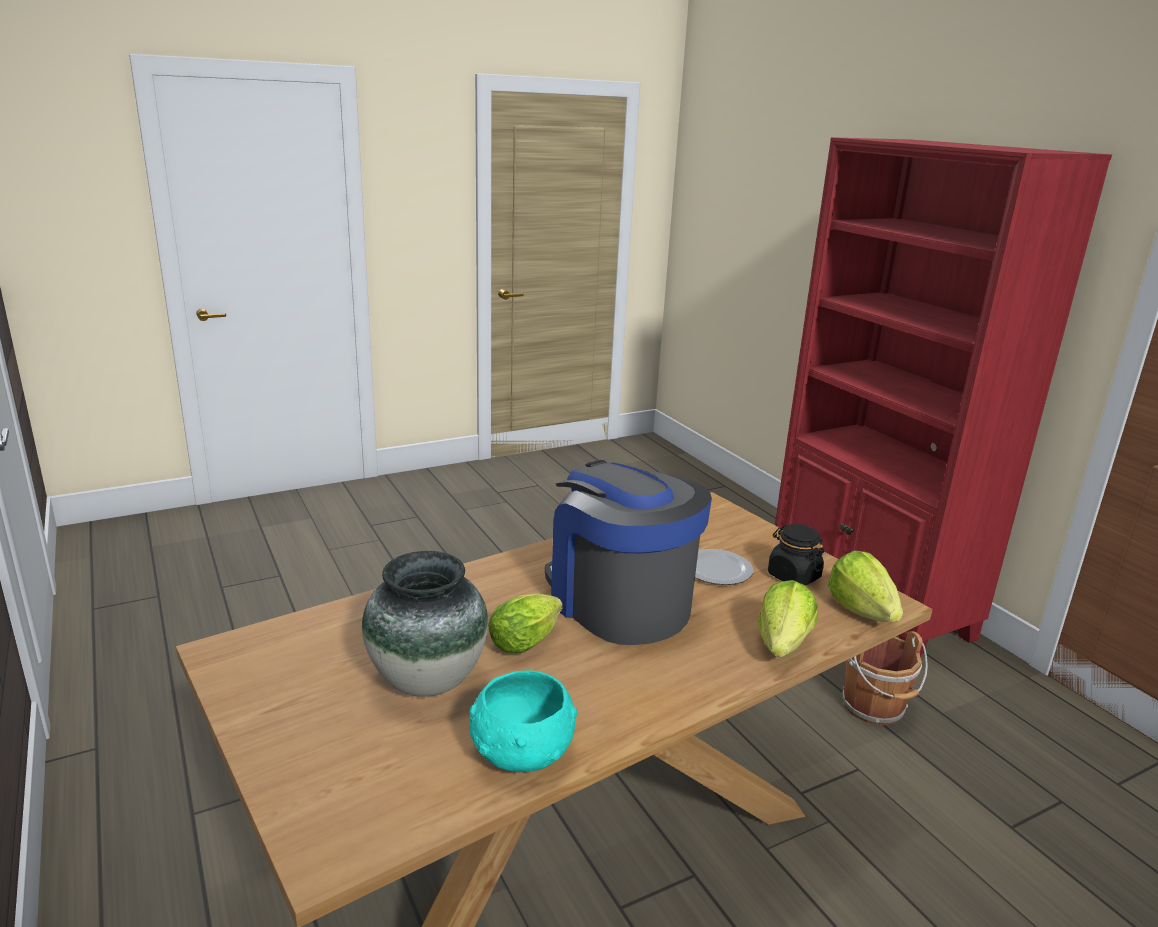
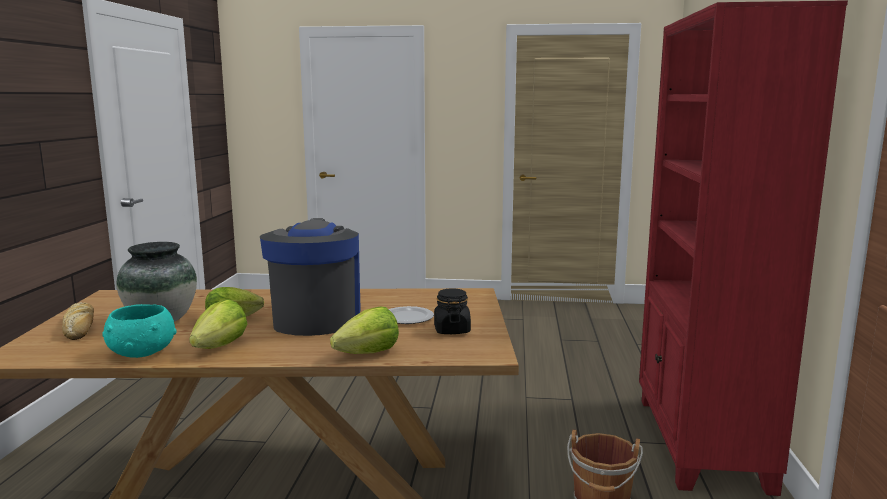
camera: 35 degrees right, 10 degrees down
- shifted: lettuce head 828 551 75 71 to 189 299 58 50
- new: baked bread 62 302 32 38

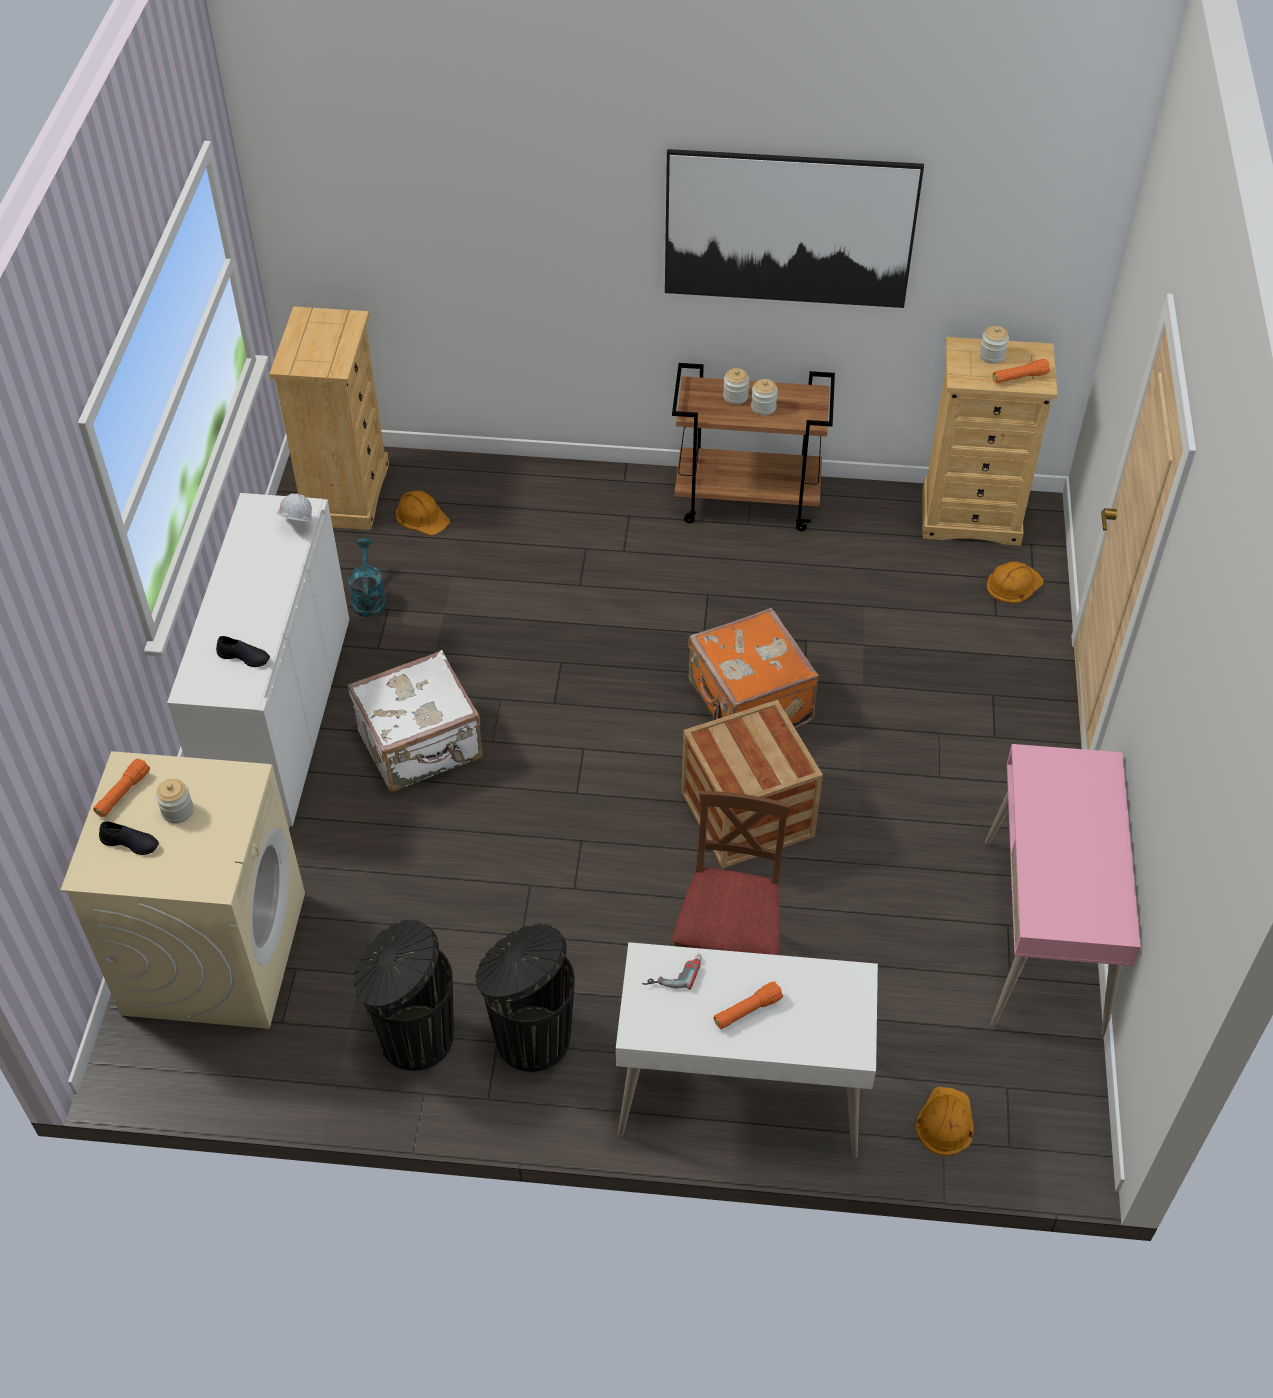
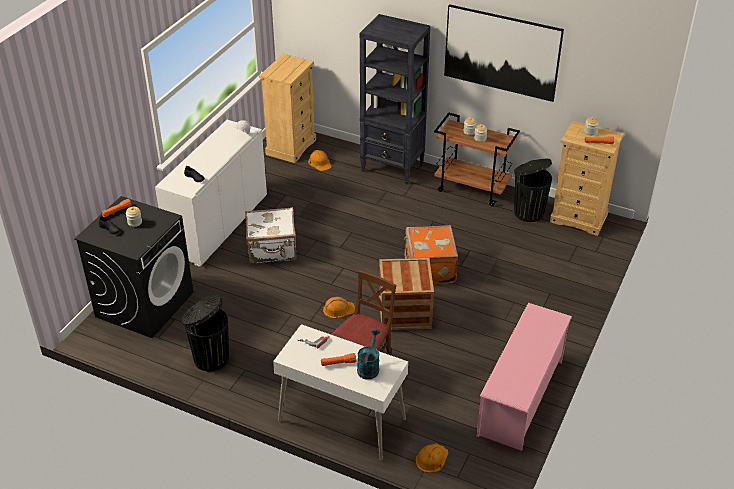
camera: 20 degrees right, 10 degrees down
- shifted: turquoise sprinkling can 348 538 38 79 to 357 329 23 51
- shifted: orange work helmet 987 562 57 41 to 323 297 32 22
- swapped: pinkish desk 985 744 156 293 to pinkish shoe shelf 477 303 95 148
- repainted: beige laundry appliance 60 751 245 278 to blackish laundry appliance 74 196 120 142
- shifted: blackish rubbish bin 475 924 100 148 to 514 159 38 63
- new: blackish shelving unit 359 14 72 171

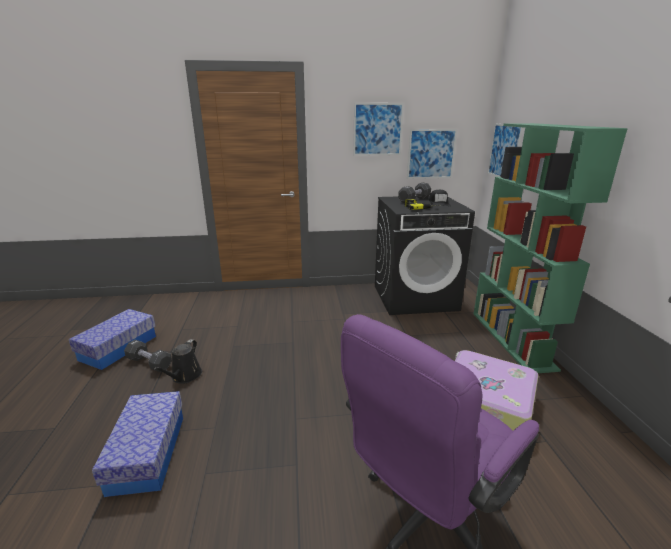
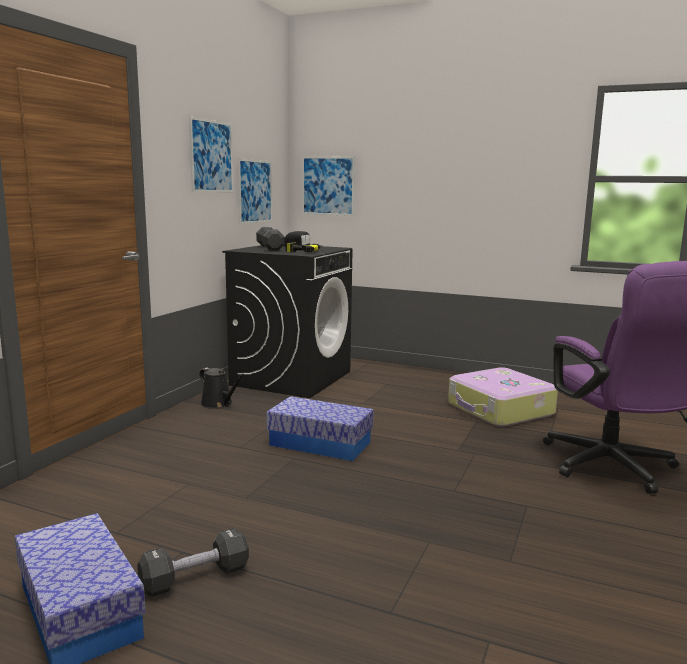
camera: 60 degrees left, 10 degrees down
- gone: greenish shelving unit 474 123 154 250
- shifted: blackish sprinkling can 153 340 49 44 to 199 368 46 41
- shifted: storage container 92 391 91 106 to 266 396 107 65

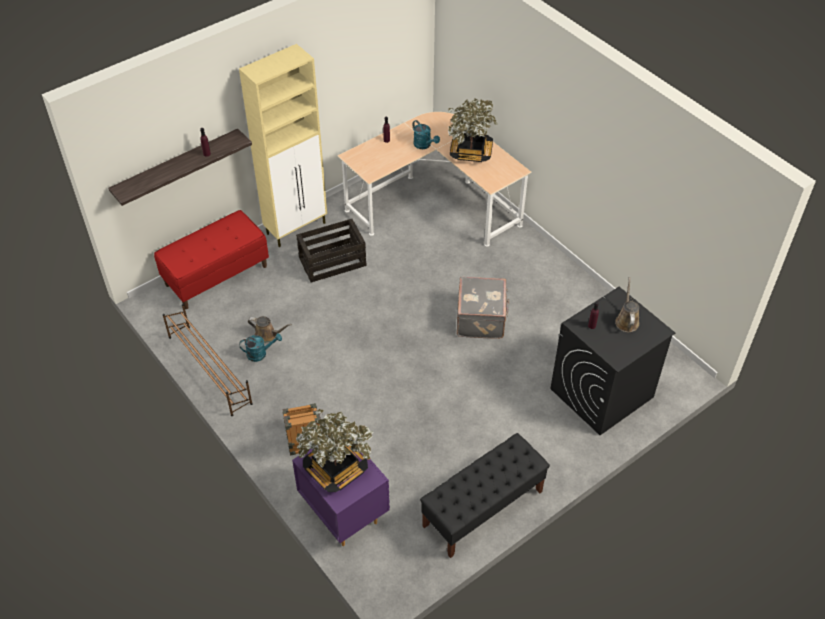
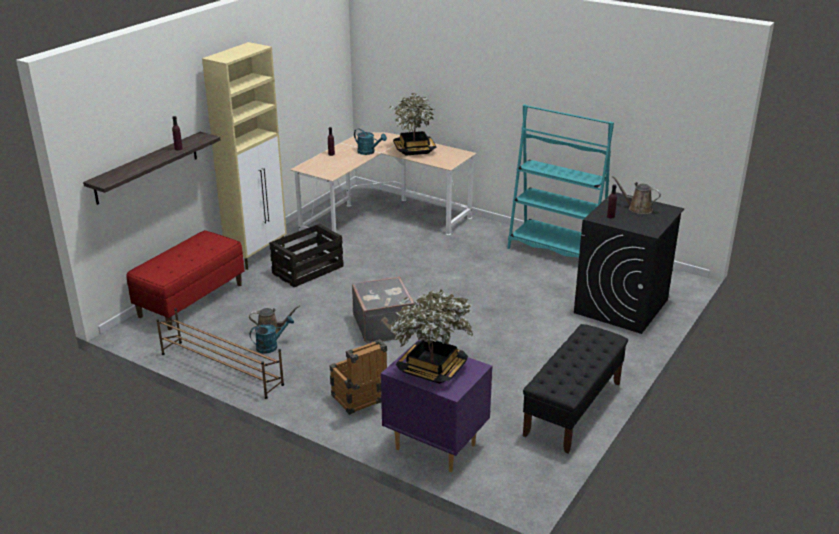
camera: 20 degrees left, 20 degrees down
- shifted: greyish travel case 457 276 52 63 to 352 277 63 66
- rotated: brown-coloured sprinkling can 615 277 24 55 = 611 176 50 38 45 degrees counterclockwise
- new: turquoise shelving unit 507 104 107 153

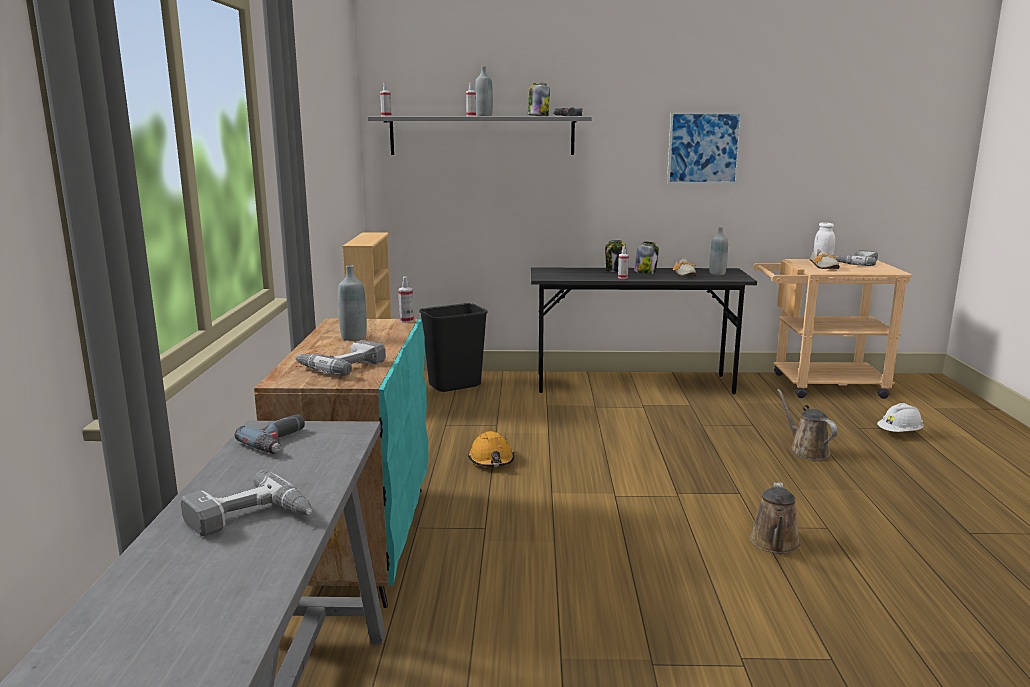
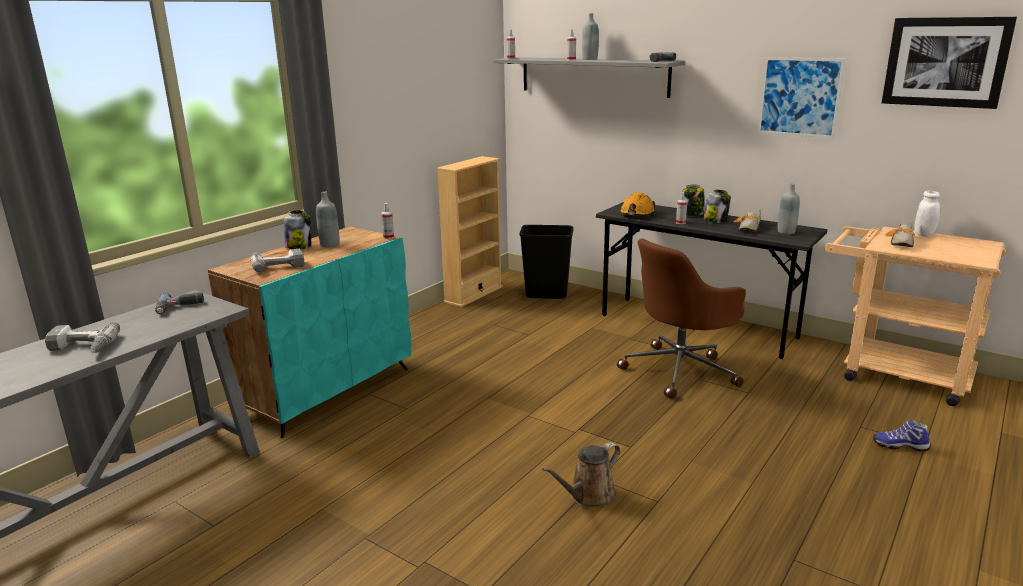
camera: 35 degrees right, 5 degrees up
- shifted: storage jar 528 83 22 33 to 284 210 27 39
- gone: drill 834 250 44 16
- gone: brown-coloured sprinkling can 777 389 61 71
- swapped: white-coloured work helmet 877 403 46 29 to shoe 873 419 58 32
- shifted: orange work helmet 468 431 46 36 to 619 192 37 24
- new: wall art 882 17 135 92
- new: brown-coloured computer chair 617 238 129 161

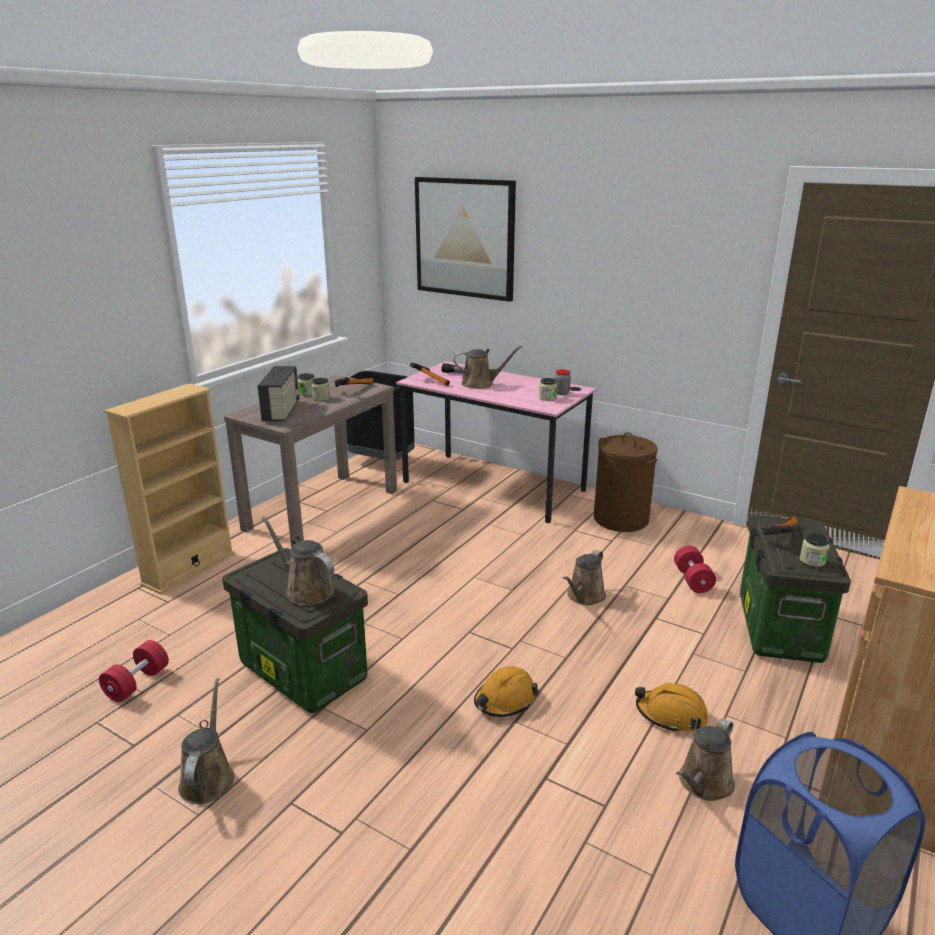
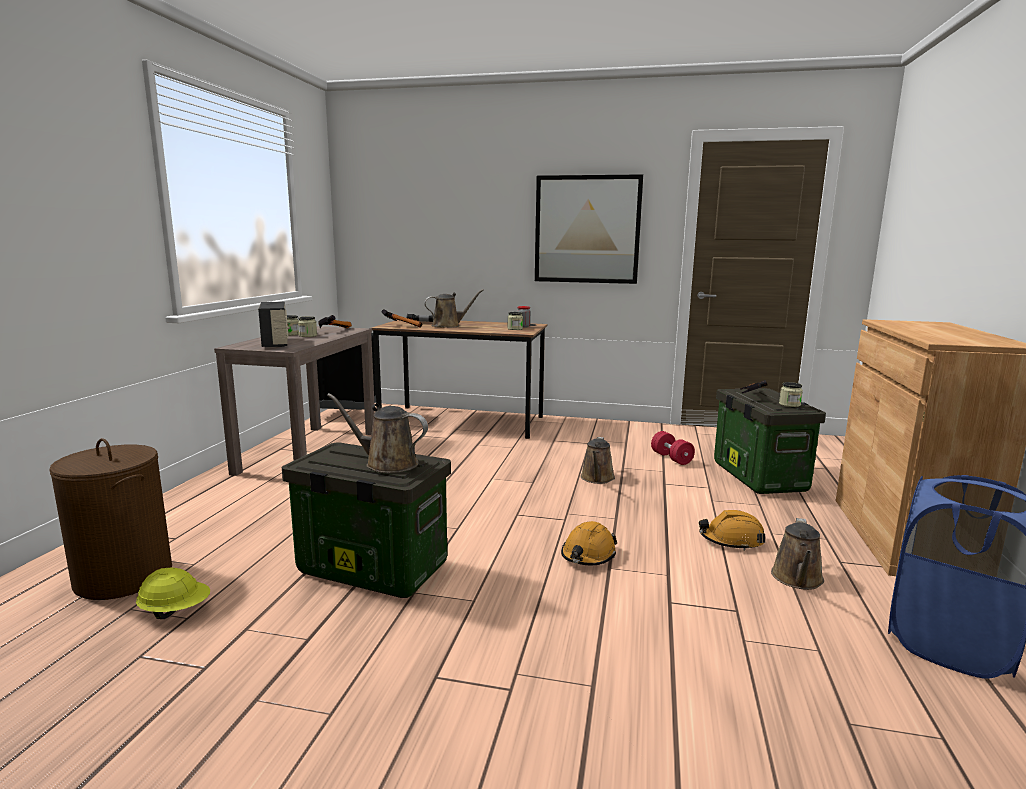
camera: 20 degrees left, 10 degrees down
- shifted: wall art 415 177 101 125 to 535 174 108 110
- repainted: pinkish desk 396 361 201 162 to brown-coloured desk 370 320 177 119
- gone: beige shelving unit 104 383 131 211
- shifted: brown-coloured laundry basket 594 432 64 100 to 49 438 123 162
- swapped: red-coloured free weight 99 640 70 62 to yellow work helmet 136 568 74 51
- gone: brown-coloured sprinkling can 178 678 56 126

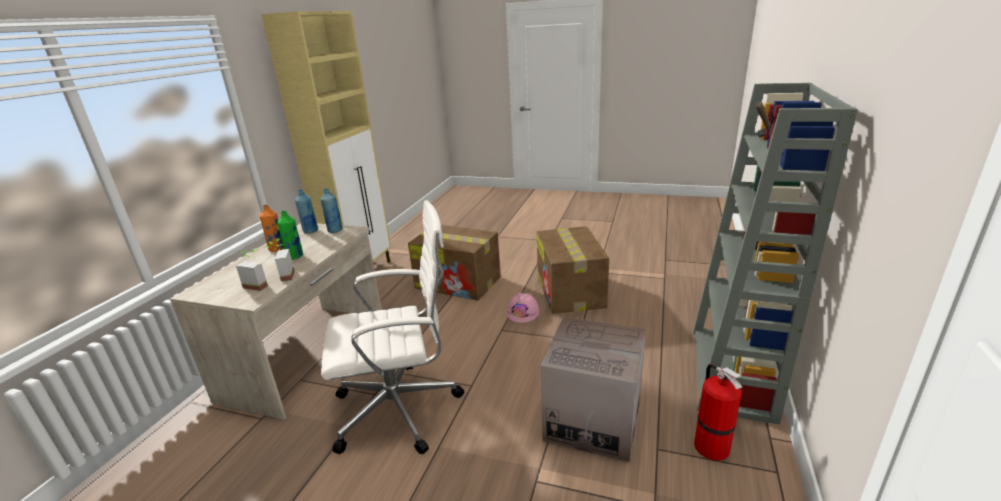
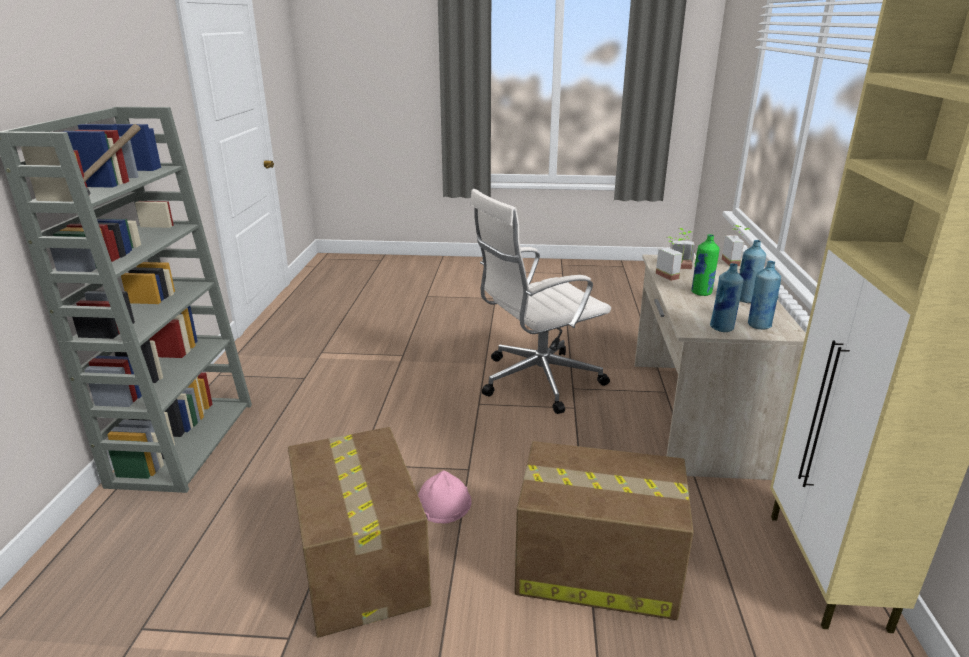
camera: 165 degrees right, 0 degrees up
- repainted: orange drink bottle 260 204 24 48 to blue drink bottle 740 240 26 63
- gone: carton 540 317 106 145
- gone: extinguisher 694 363 49 98
- new: houseplant 722 225 27 41

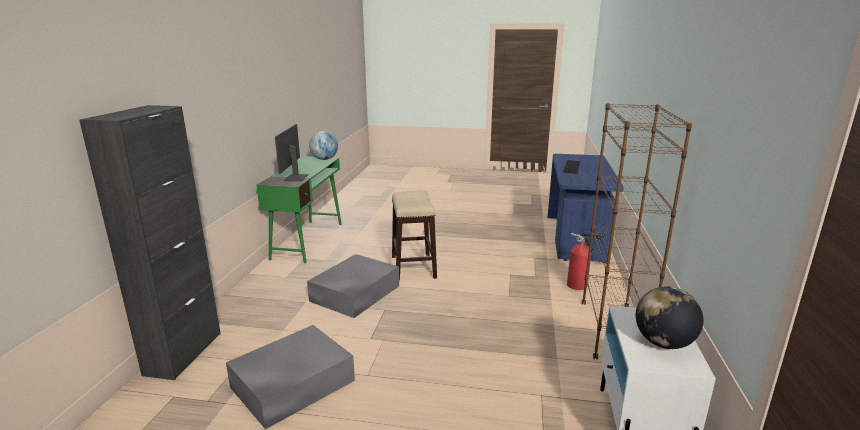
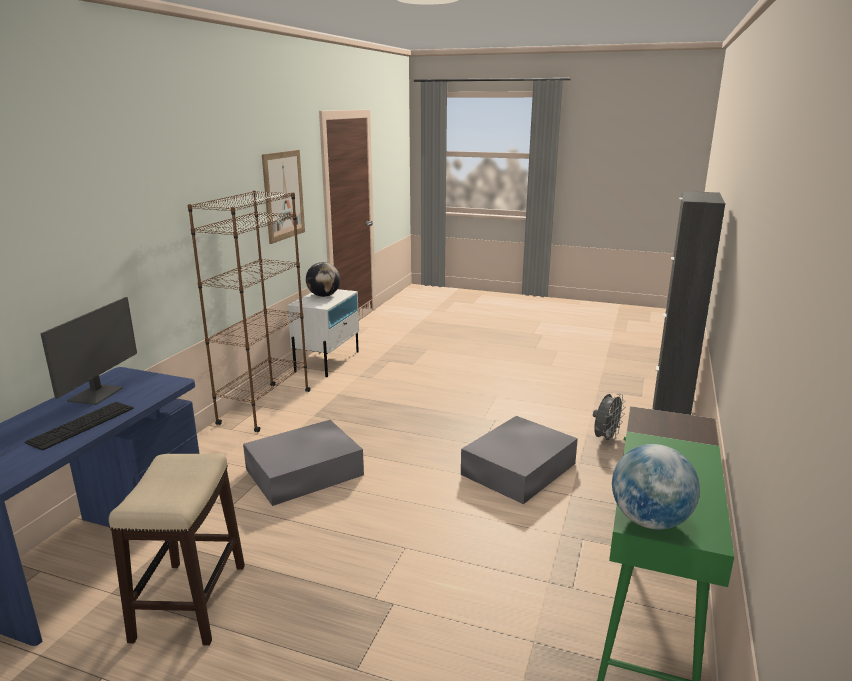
camera: 170 degrees left, 0 degrees up
- shifted: monitor 275 124 33 57 to 40 297 97 108
- shifted: sitting stool 392 191 45 90 to 109 454 136 191
- gone: extinguisher 567 233 37 57
- shifted: greyish storage container 226 325 129 104 to 243 420 121 86
- new: wall art 262 150 43 94
- new: greyish fan 593 394 32 50

